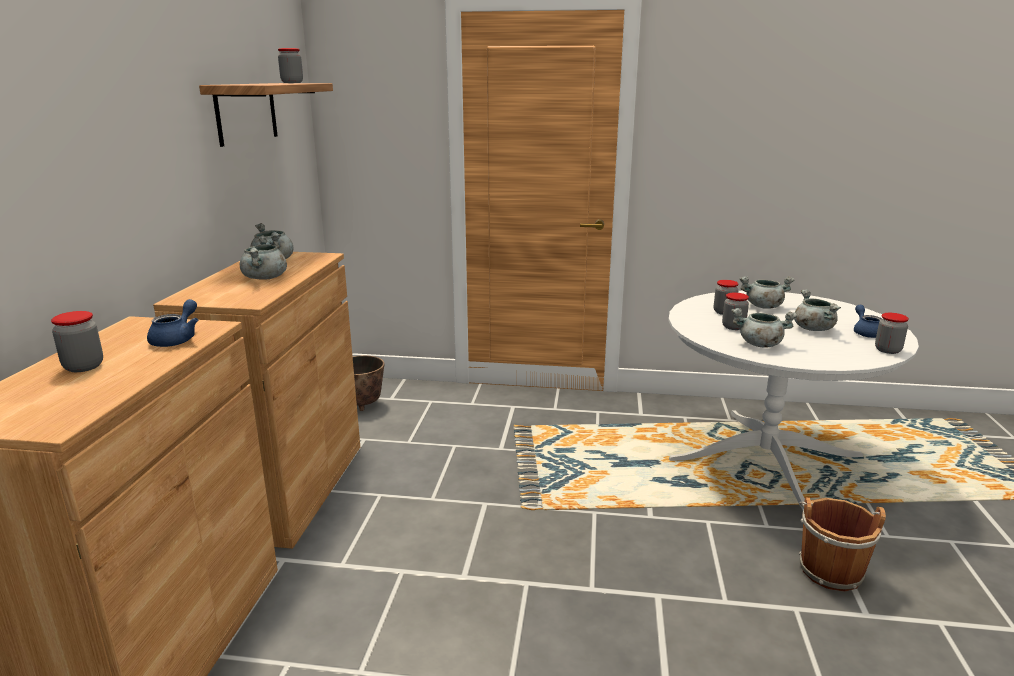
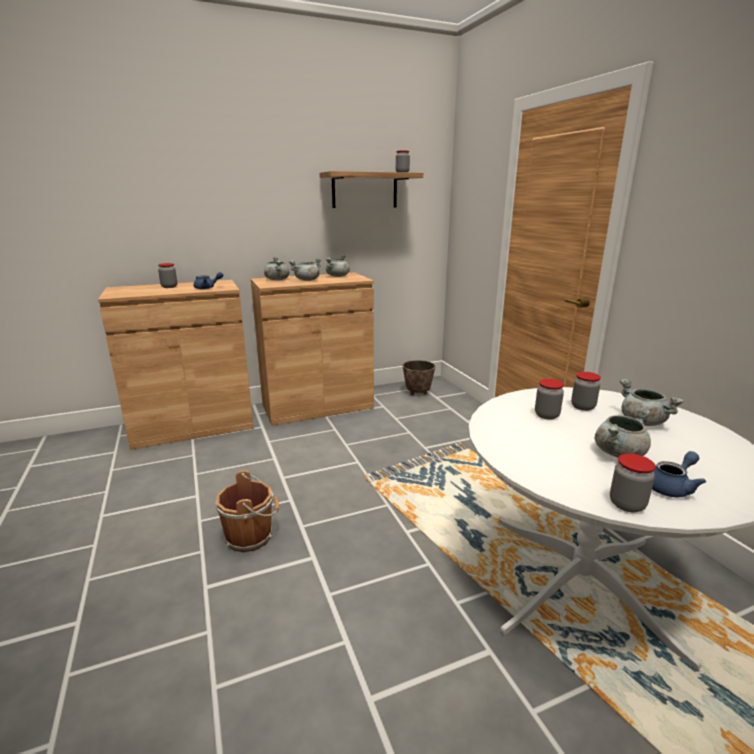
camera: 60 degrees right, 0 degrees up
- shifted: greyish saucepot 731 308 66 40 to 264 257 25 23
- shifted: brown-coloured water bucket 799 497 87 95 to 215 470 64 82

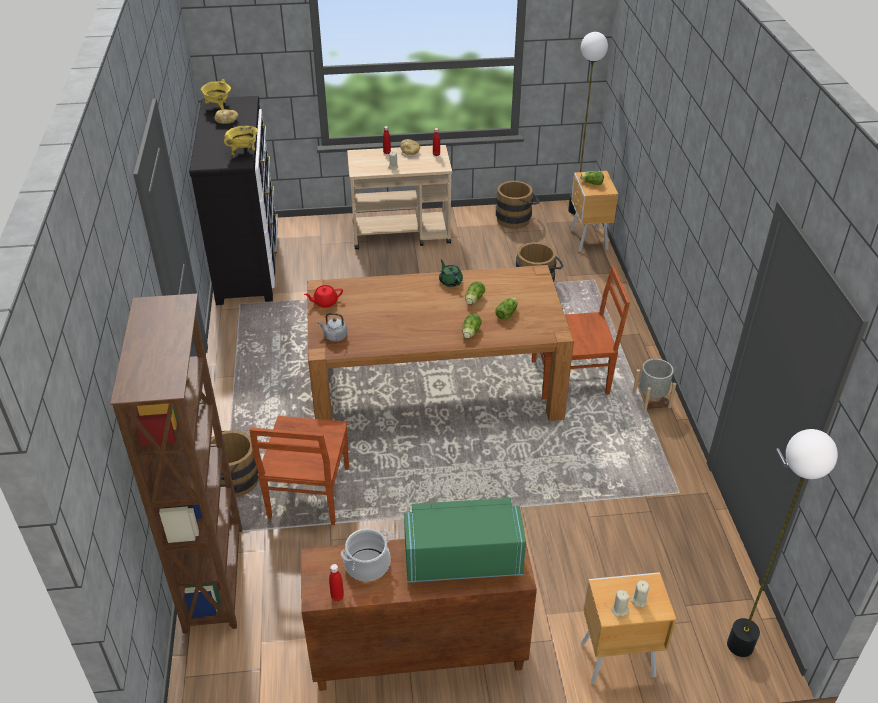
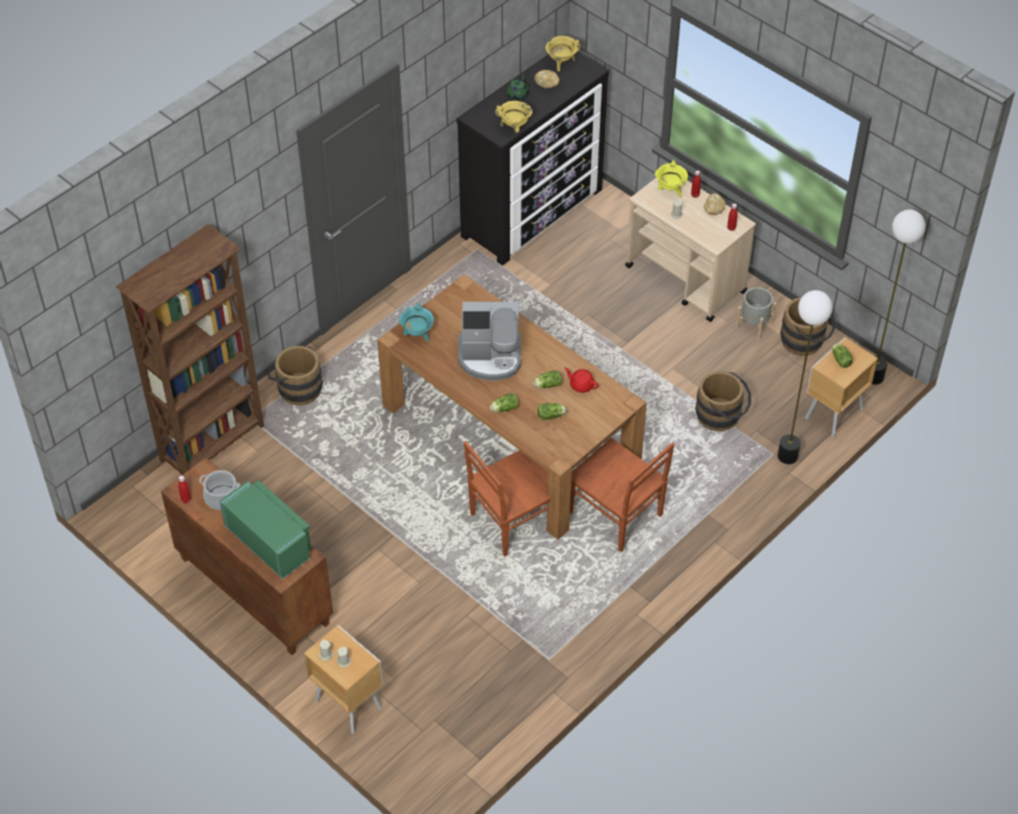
camera: 50 degrees right, 10 degrees up
- shifted: greenish tea pot 439 260 24 27 to 506 72 23 28
- shifted: red-coloured tea pot 304 285 39 23 to 564 367 35 26
- swapped: greyish tea kettle 317 313 30 29 to turquoise saucepot 398 303 36 39
- shifted: greyish flower pot 633 359 43 53 to 735 288 42 52
- shifted: brown-coloured chair 249 416 100 109 to 464 441 87 116
- shifted: floor lamp 727 429 111 228 to 778 290 55 174
- new: yellow saucepot 655 160 33 37
- new: coffee brewer 458 302 63 79

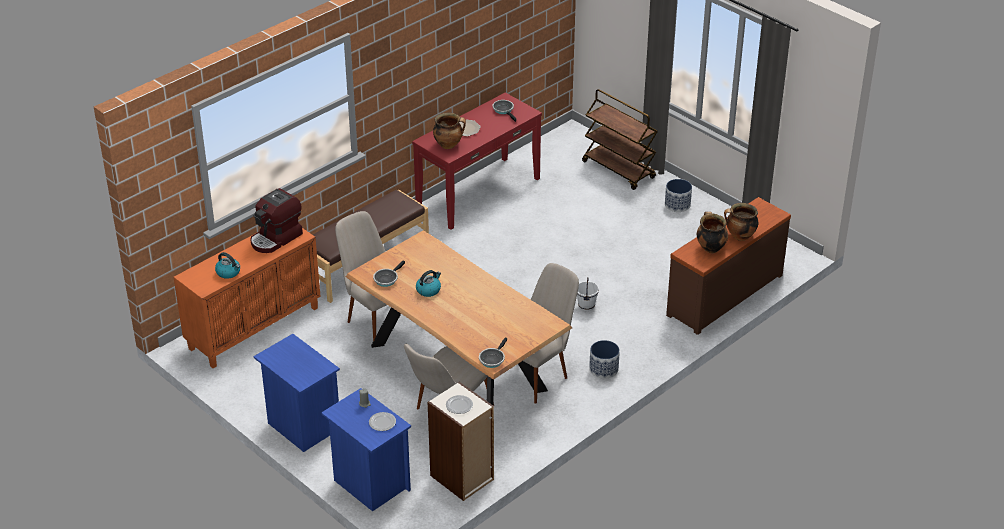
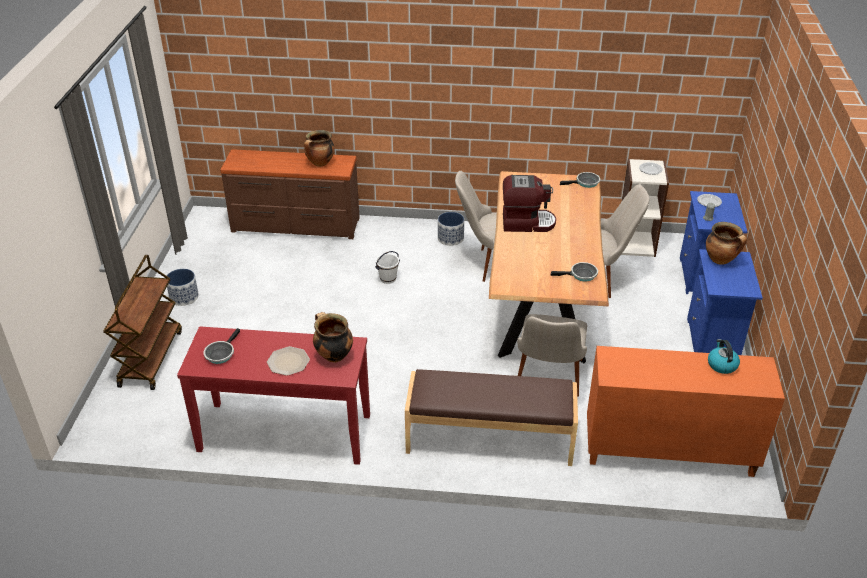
camera: 130 degrees left, 0 degrees up
- shifted: coffee brewer 250 188 53 65 to 503 175 53 57
- shifted: saucepot 724 203 34 38 to 706 222 41 43
- gone: tea kettle 416 270 25 27

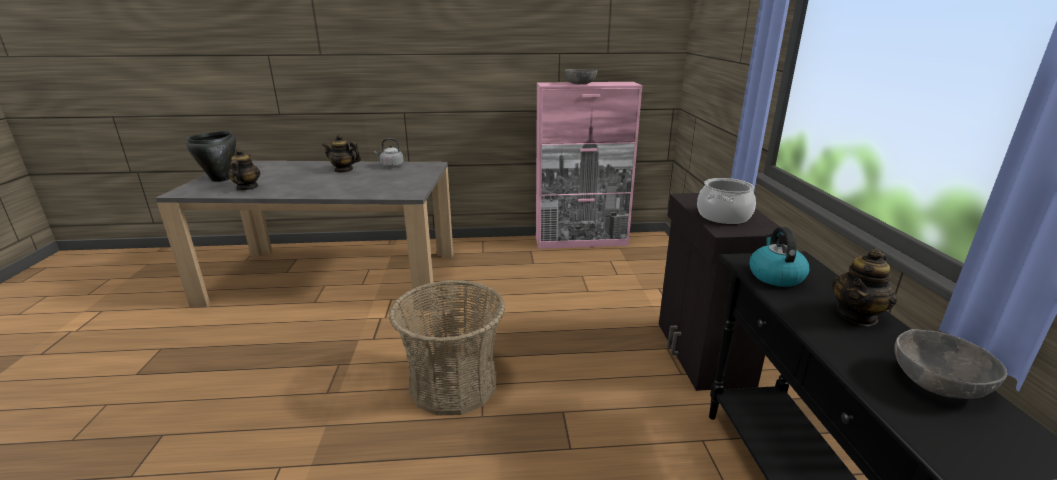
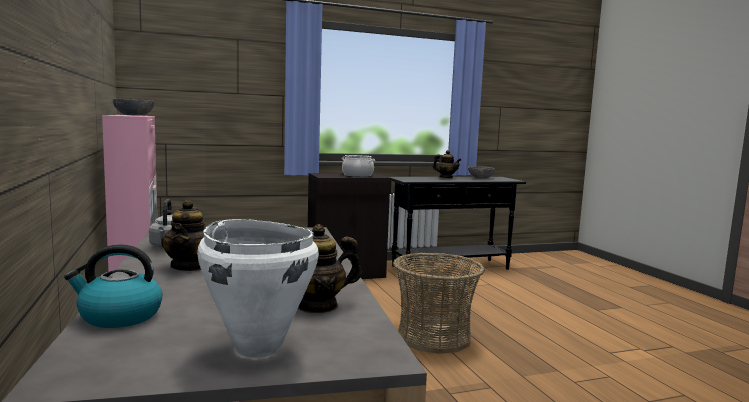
camera: 105 degrees left, 15 degrees down
- repainted: blackish saucepot 186 131 50 51 to white-coloured saucepot 197 219 122 139
- shifted: tea kettle 749 227 60 60 to 64 244 98 84

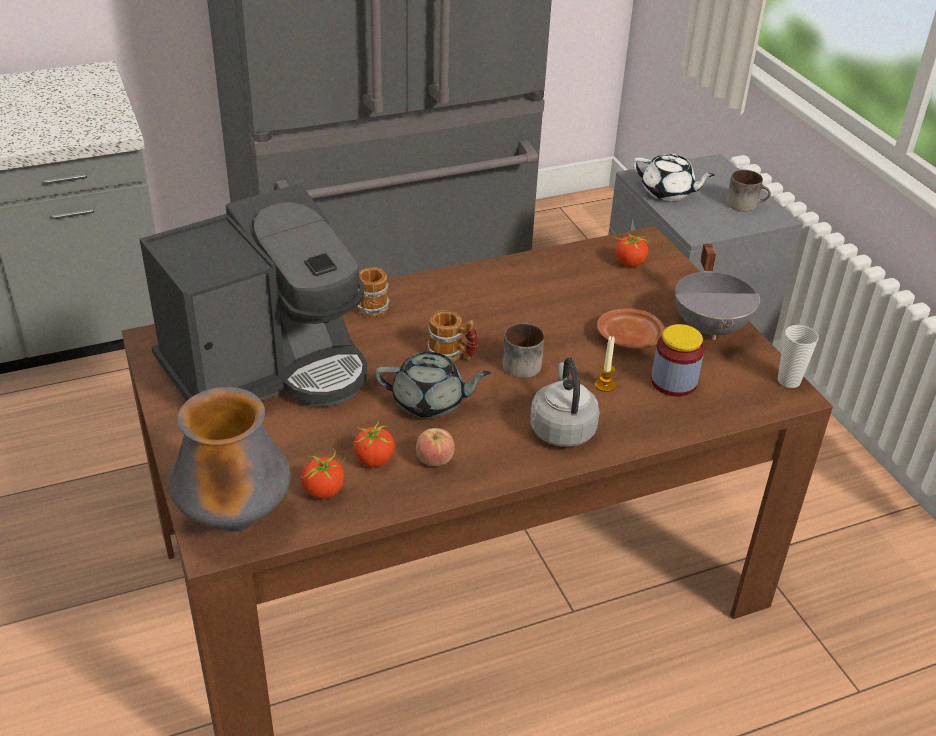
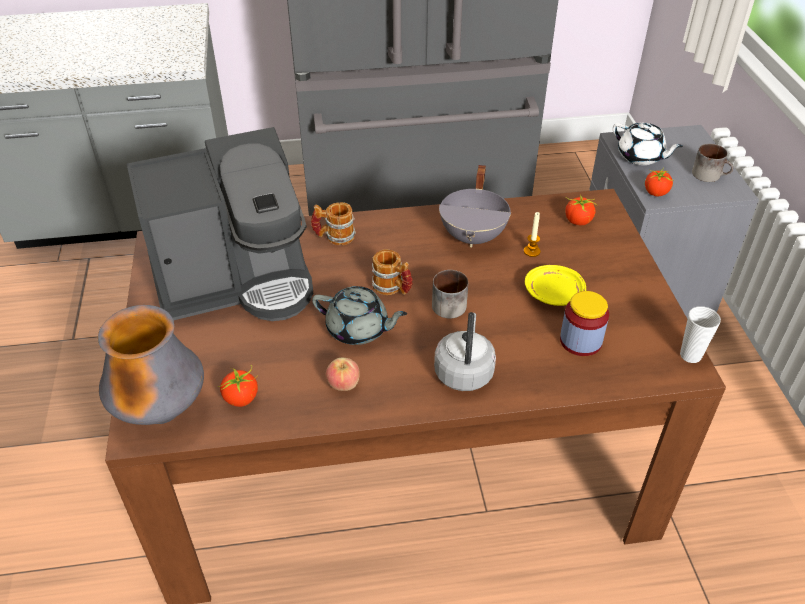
camera: 15 degrees right, 5 degrees up
- shifted: greyish saucepot 675 244 85 96 to 439 165 72 82
- repainted: brown-coloured plate 597 308 68 41 to yellow plate 525 265 61 41
- shifted: wax candle 595 336 21 56 to 524 212 16 45
- shifted: whole tomato 353 421 42 46 to 645 169 28 28

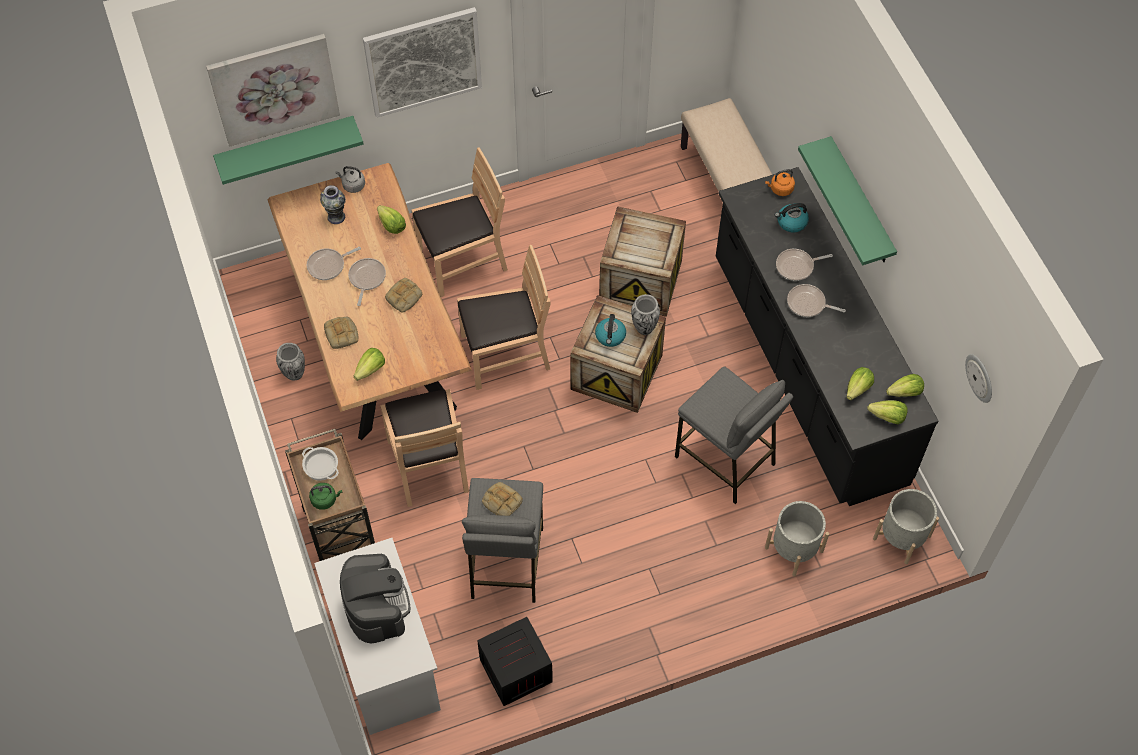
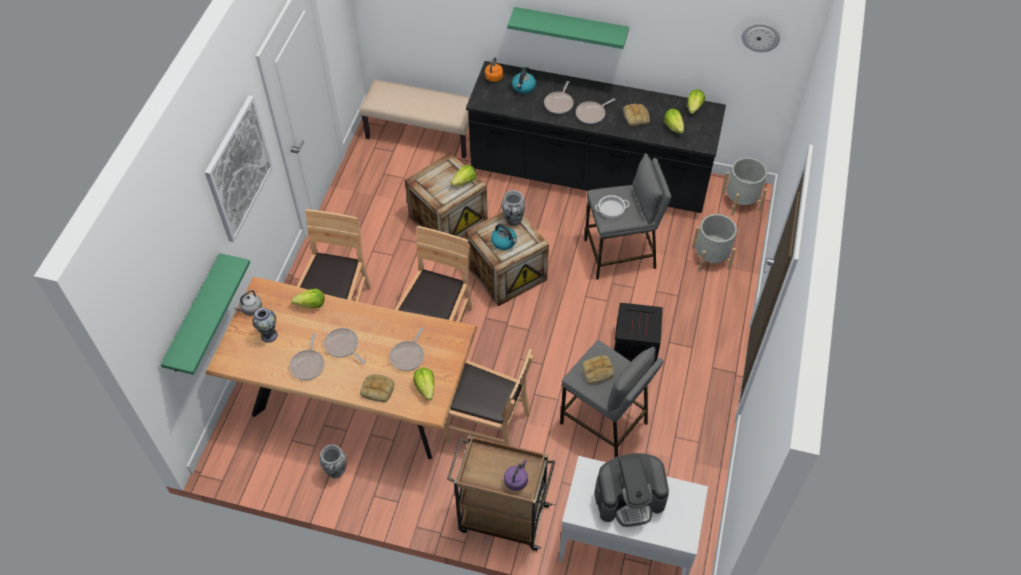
camera: 55 degrees left, 5 degrees down
- gone: wall art 206 34 134 113
- shifted: baked bread 385 278 37 35 to 623 104 27 22
- shifted: lettuce head 867 400 41 24 to 451 165 25 21
- shifted: saucepot 302 447 37 34 to 595 195 35 24
- repainted: greenish tea kettle 309 483 34 27 to purple-coloured tea kettle 504 460 24 31
- rotated: coffee brewer 340 554 70 89 = 594 453 75 74 150 degrees clockwise
- shifted: crate 478 617 75 89 to 614 303 49 62
- new: pan 390 327 34 44

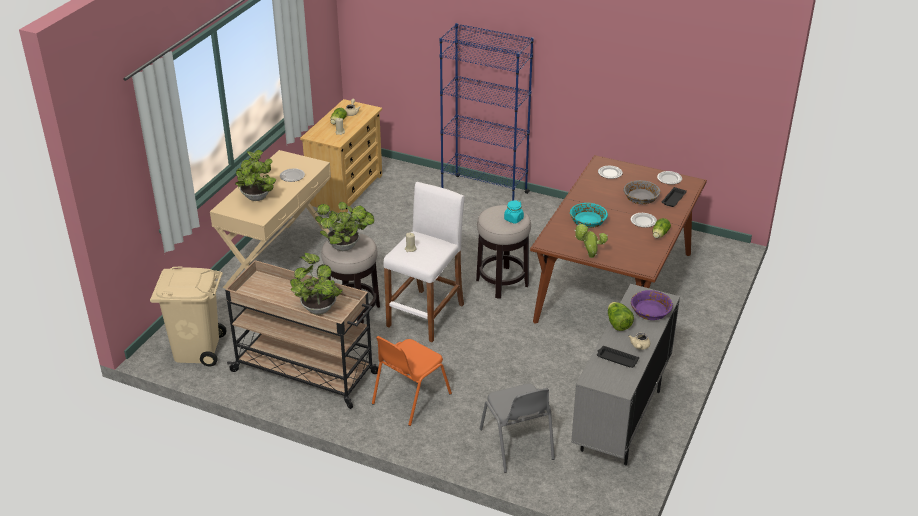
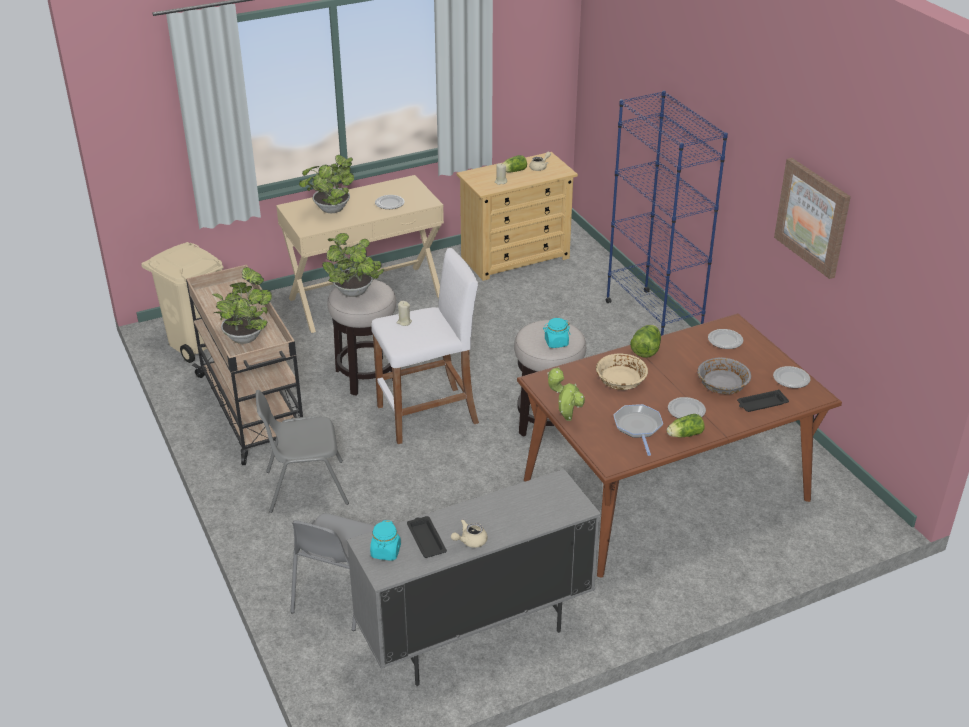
camera: 40 degrees right, 0 degrees up
- repainted: turquoise deep dish 570 203 38 25 to beige deep dish 596 354 52 36
- gone: purple-coloured deep dish 631 290 42 30
- shifted: lettuce head 608 302 26 29 to 630 325 31 33
- repainted: orange chair 372 336 80 90 to greyish chair 256 390 93 123
- new: wall art 774 158 77 121
- new: pan 614 404 49 52
- new: turquoise storage jar 370 520 31 41

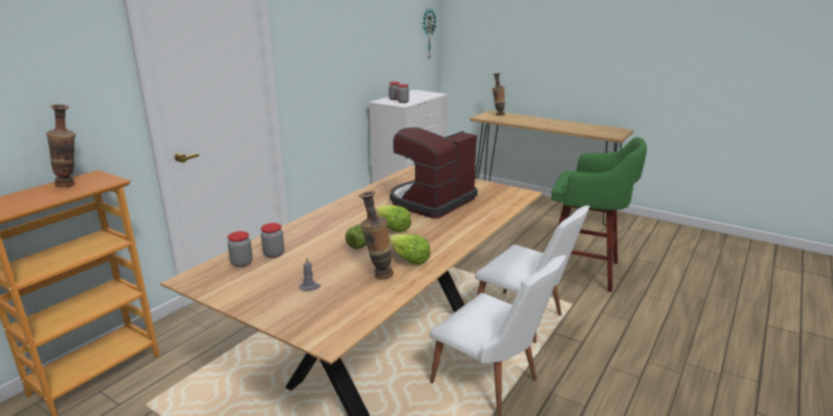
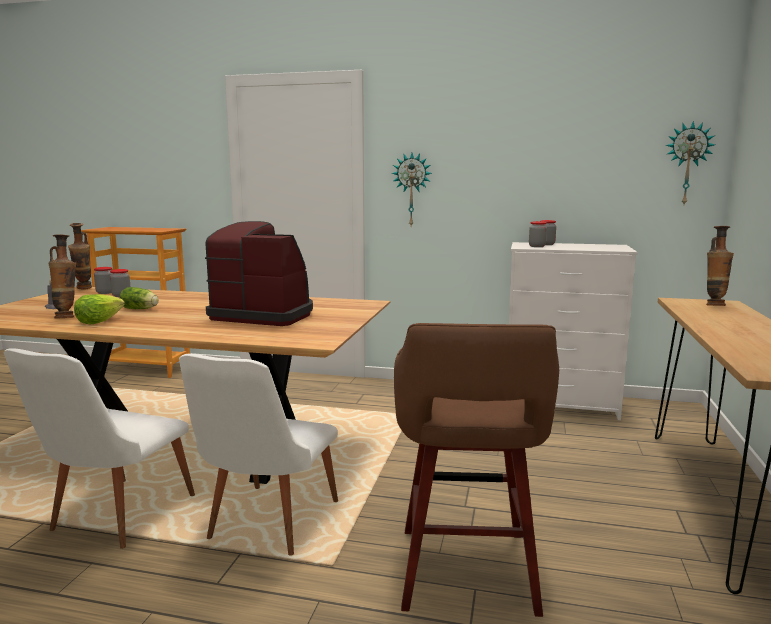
camera: 70 degrees right, 10 degrees down
- shifted: vase 46 105 30 82 to 68 223 24 67
- repainted: greenish sitting stool 551 137 96 155 to brown-coloured sitting stool 394 323 165 294
- gone: lettuce head 376 205 35 27
- new: wall clock 392 153 40 73

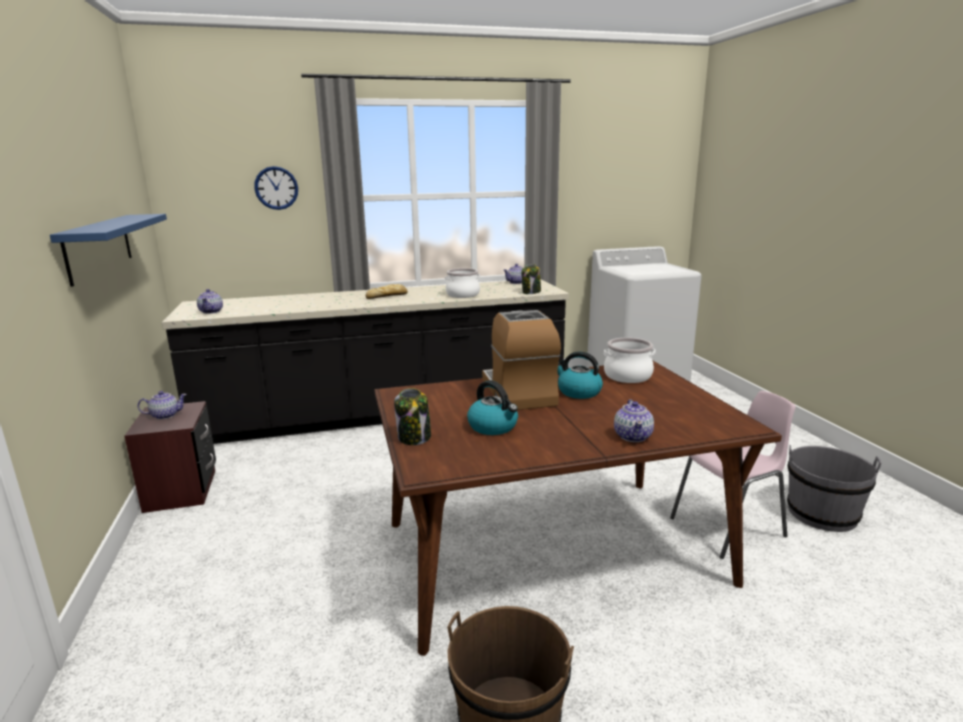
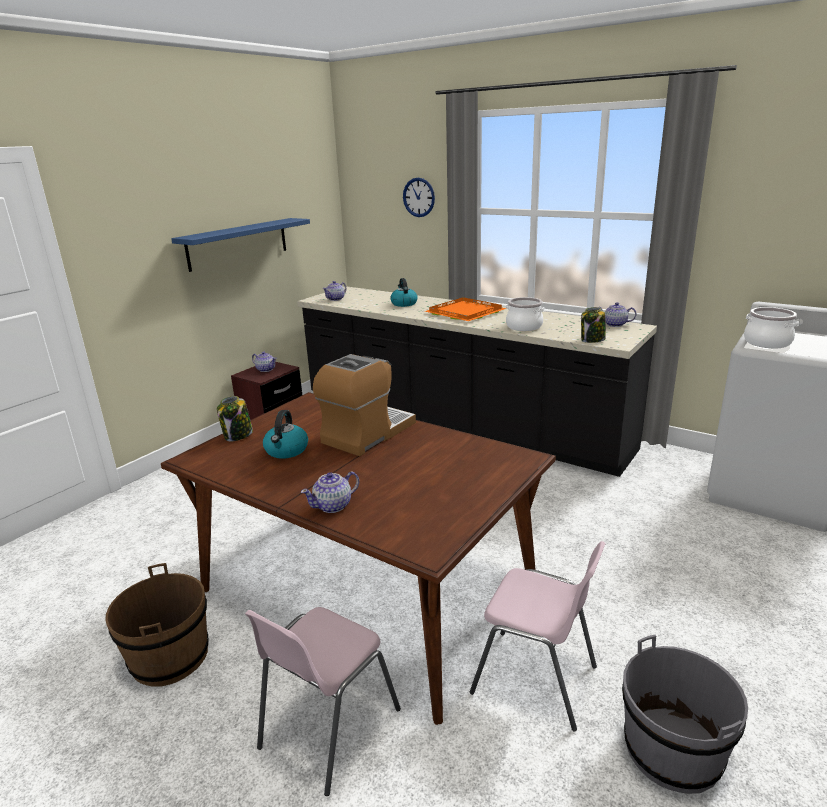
camera: 50 degrees right, 5 degrees up
- swapped: baked bread 366 284 42 15 to orange tray 425 297 82 24
- shifted: saucepot 604 338 52 45 to 744 307 55 41
- shifted: tea kettle 557 352 46 47 to 390 278 28 29
- new: pinkish chair 245 607 156 189

